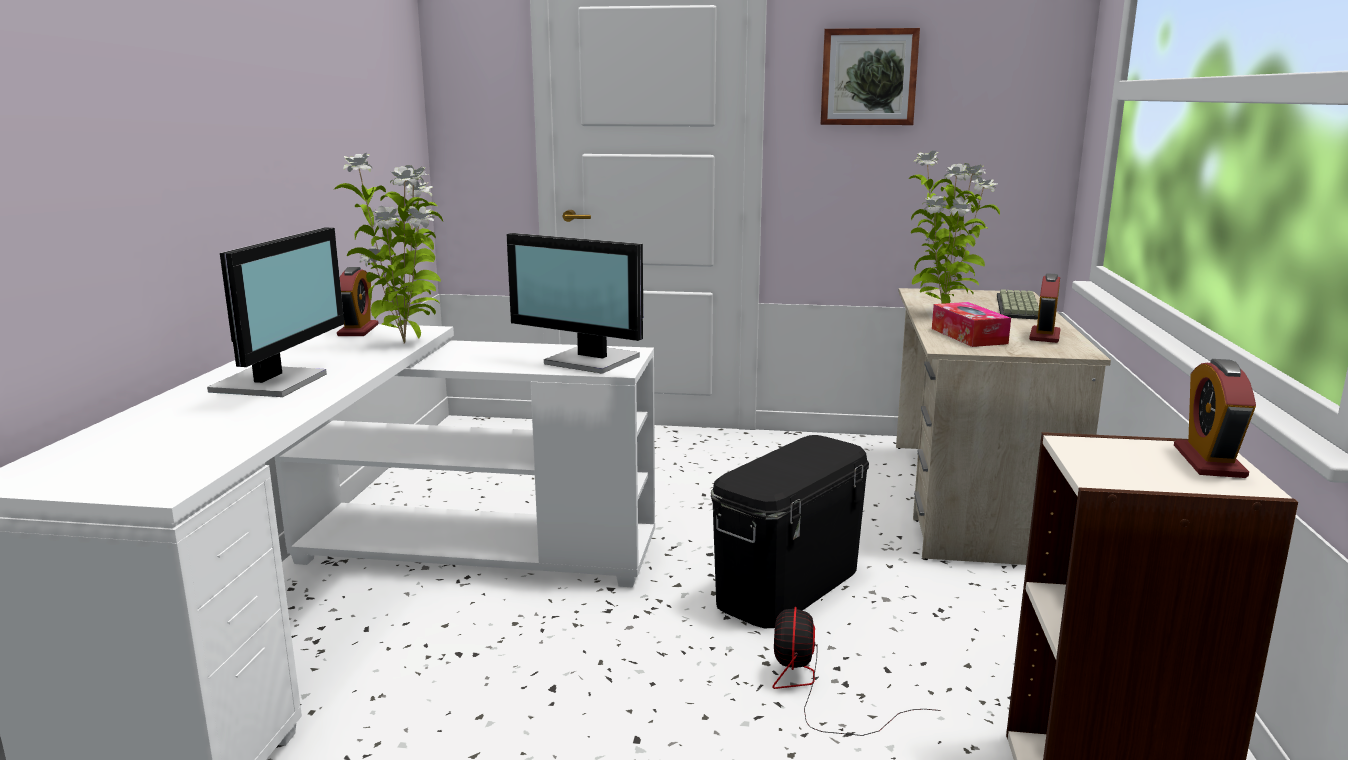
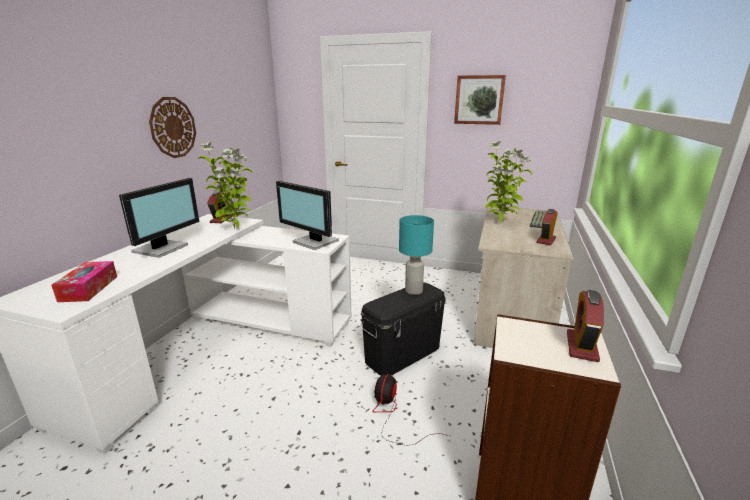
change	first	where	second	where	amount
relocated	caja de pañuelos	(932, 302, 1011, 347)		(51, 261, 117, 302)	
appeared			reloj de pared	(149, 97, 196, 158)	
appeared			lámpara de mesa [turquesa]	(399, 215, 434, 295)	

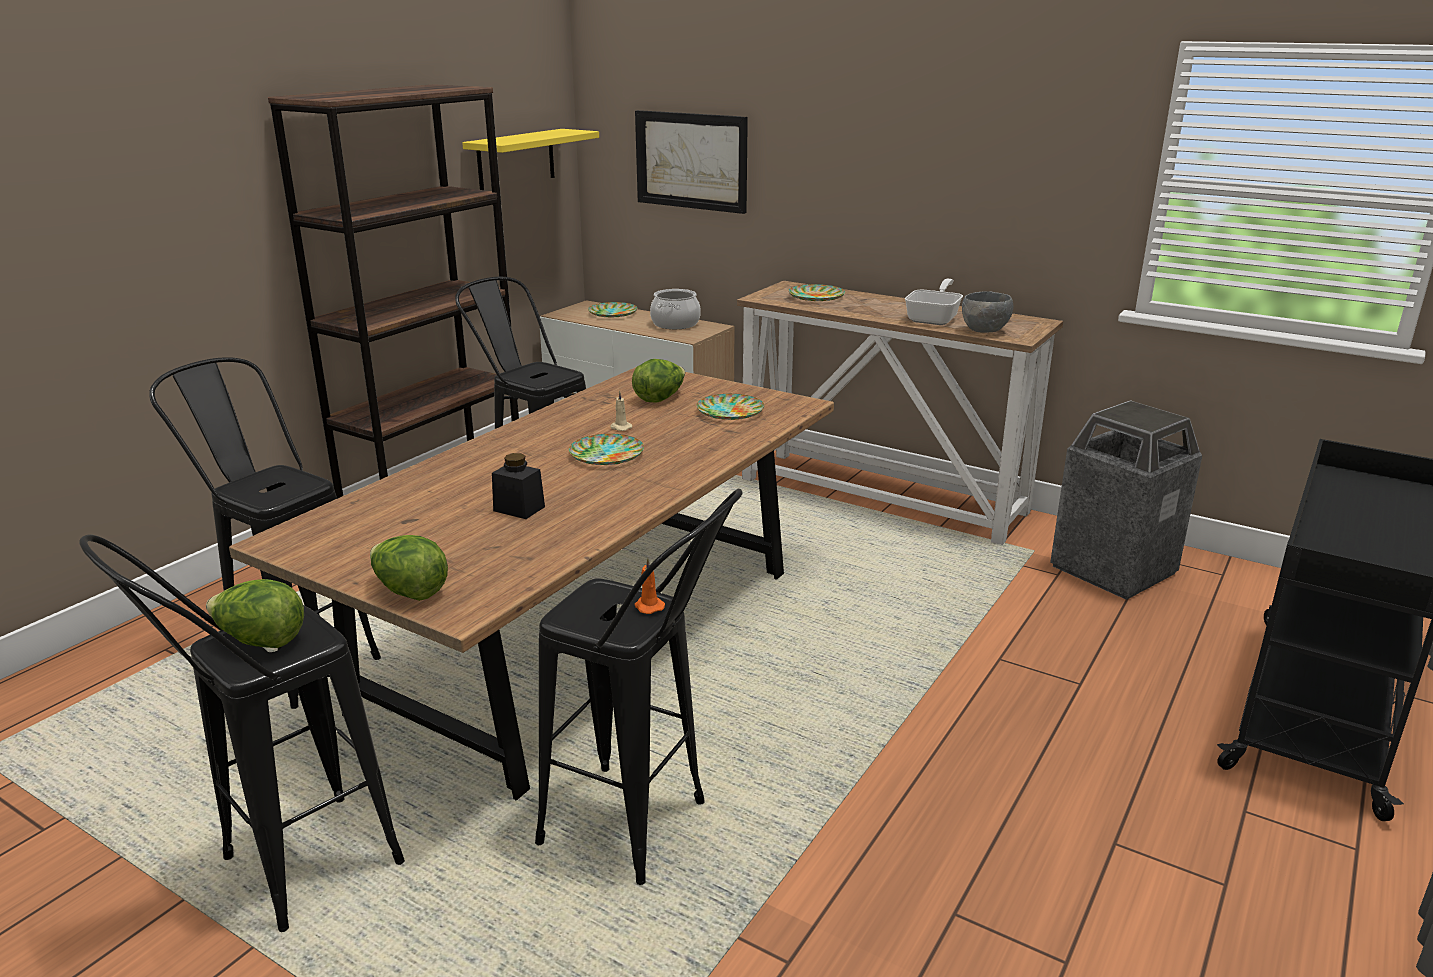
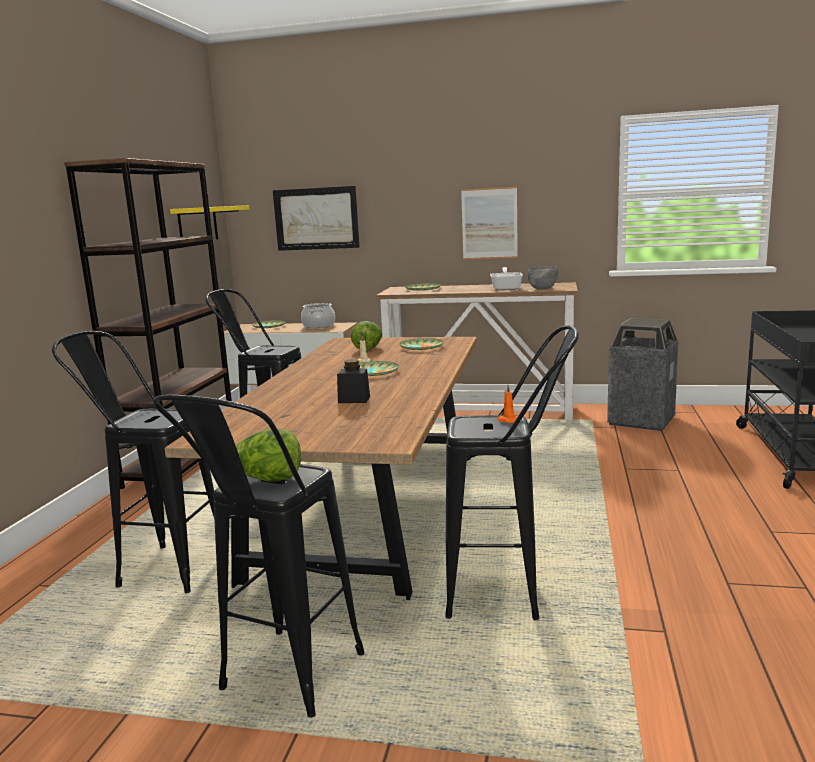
change	first	where	second	where	amount
missing	lechuga	(370, 535, 448, 601)			
appeared			cuadro	(461, 187, 518, 259)	

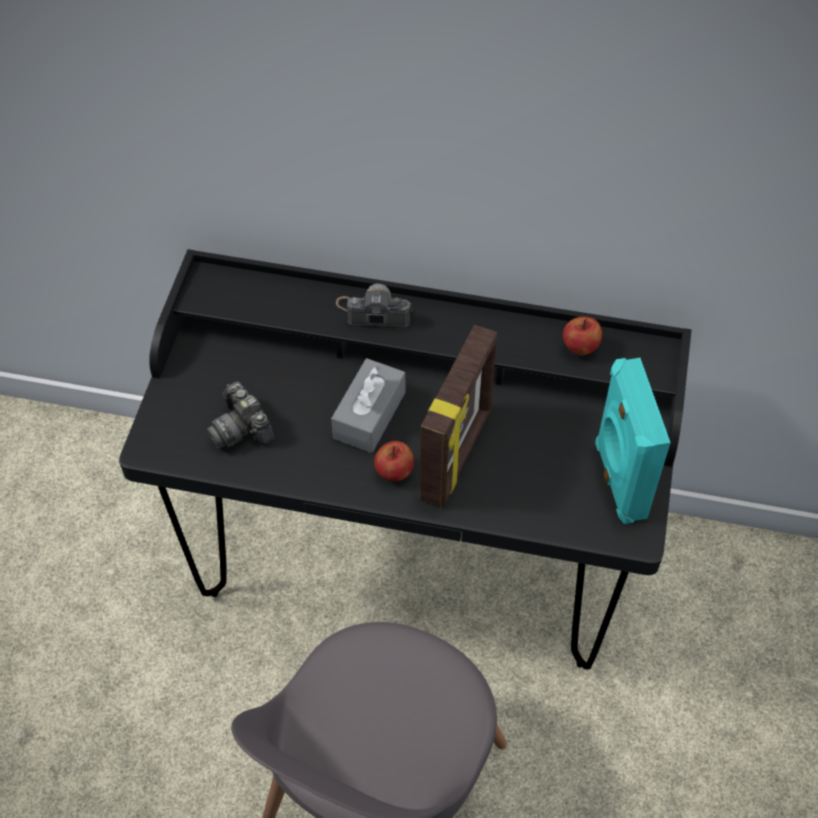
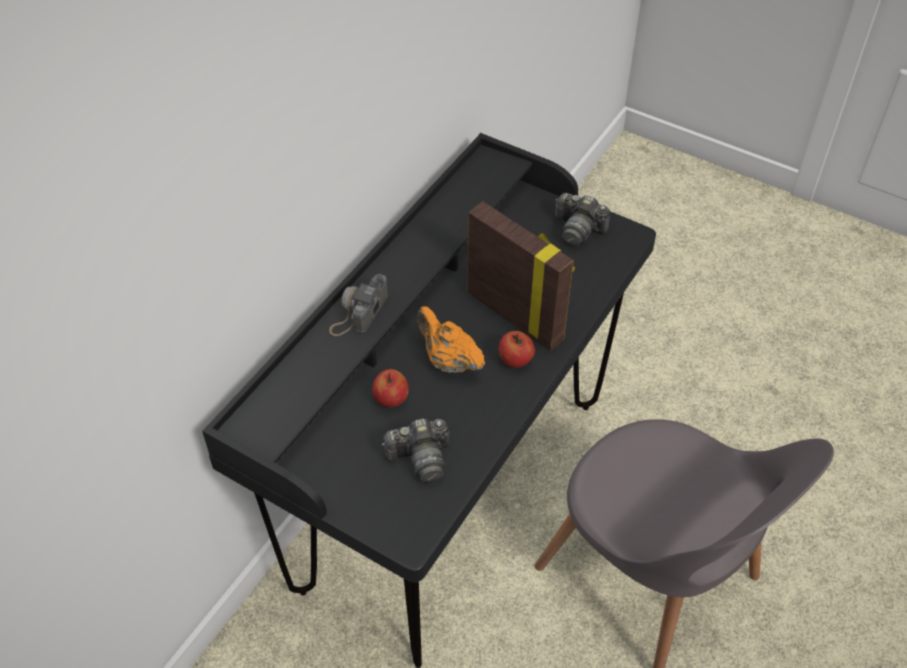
change	first	where	second	where	amount
relocated	manzana	(563, 316, 602, 355)		(372, 369, 409, 407)	
exchanged	caja de pañuelos [gris]	(331, 358, 405, 453)	tetera [naranja]	(417, 306, 485, 373)	
exchanged	altavoz [turquesa]	(595, 358, 671, 524)	cámara	(555, 193, 610, 247)	

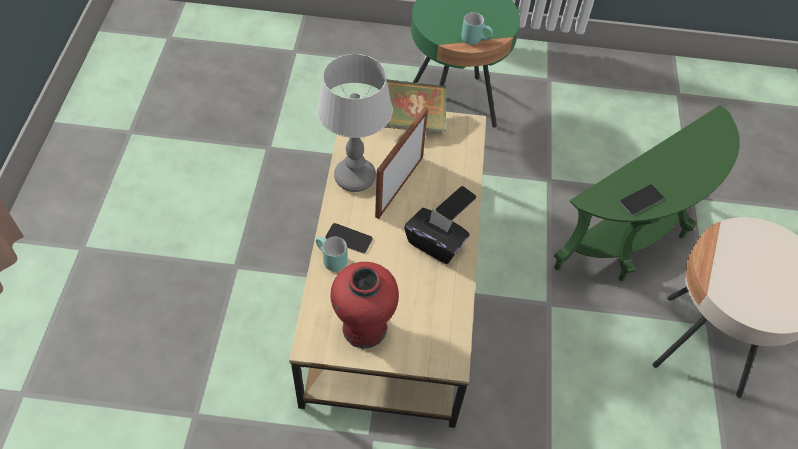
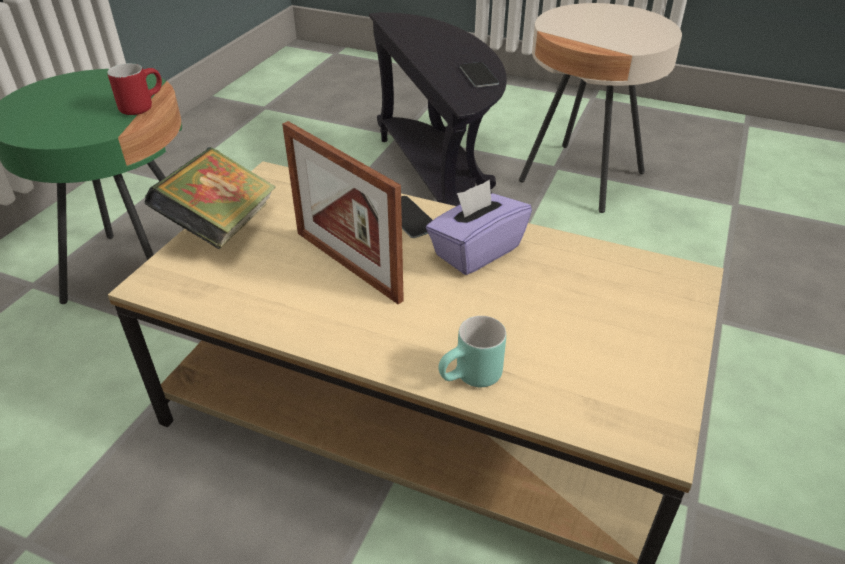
change	first	where	second	where	amount
colour	taza grande [turquesa]	(461, 12, 493, 44)	taza grande [rojo]	(107, 63, 162, 115)	
missing	lámpara de mesa	(317, 54, 393, 192)			
colour	mesa auxiliar [verde]	(554, 105, 740, 281)	mesa auxiliar [negro]	(369, 12, 507, 206)	
colour	caja de pañuelos [negro]	(404, 208, 469, 264)	caja de pañuelos [morado]	(426, 180, 532, 275)	
missing	móvil	(325, 223, 373, 253)			
missing	florero [rojo]	(330, 262, 399, 349)			

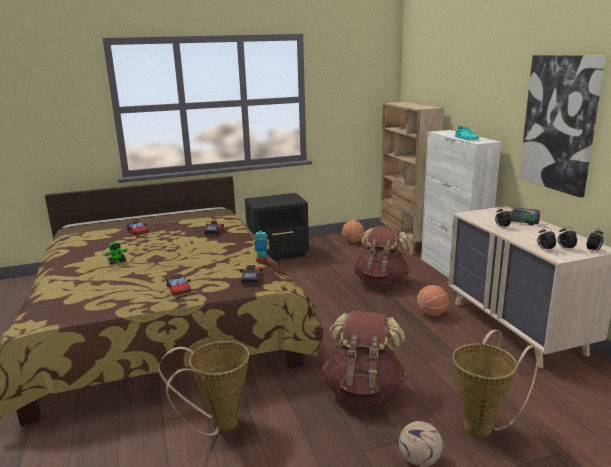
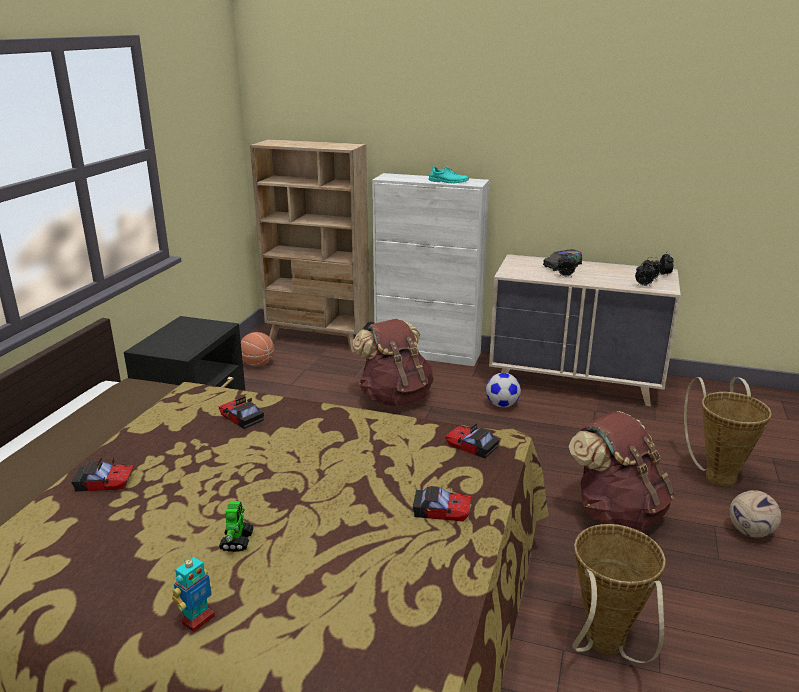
change	first	where	second	where	amount
missing	cuadro	(519, 55, 606, 197)			
relocated	robot de juguete	(253, 230, 269, 262)		(172, 554, 215, 632)	
exchanged	balón de baloncesto	(417, 285, 449, 316)	balón de fútbol	(486, 373, 521, 407)	

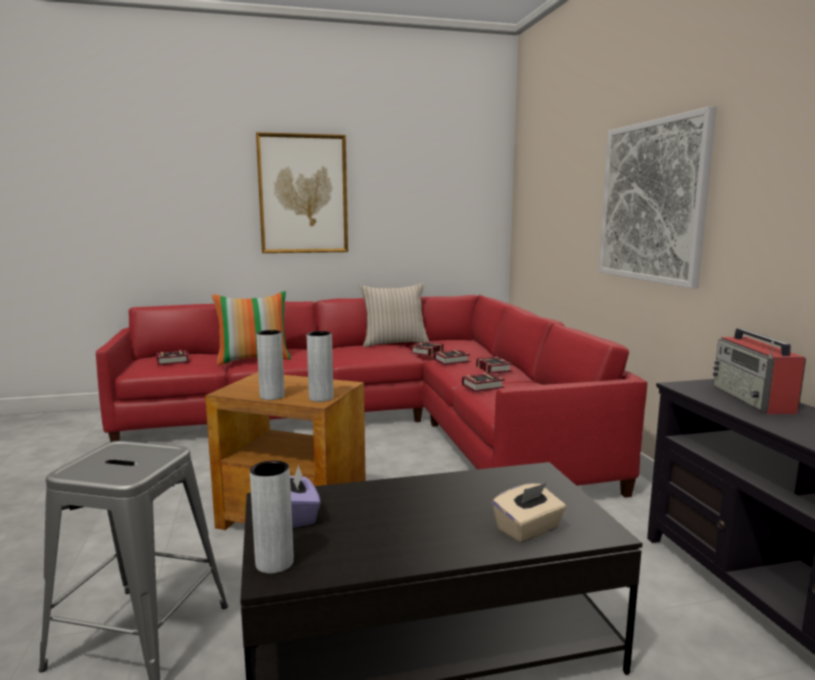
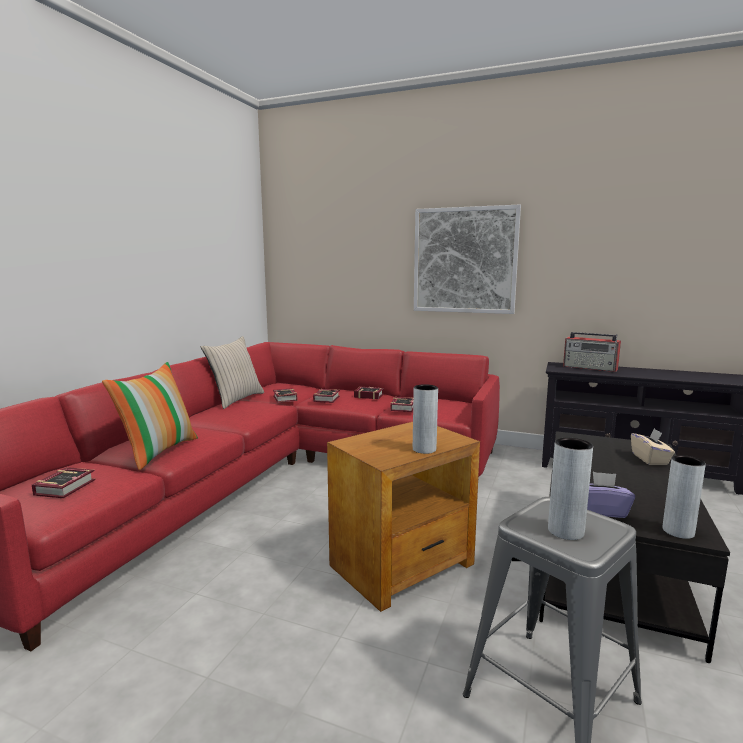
change	first	where	second	where	amount
missing	cuadro	(256, 132, 348, 253)			
relocated	florero [gris]	(307, 331, 334, 402)		(548, 438, 593, 540)	

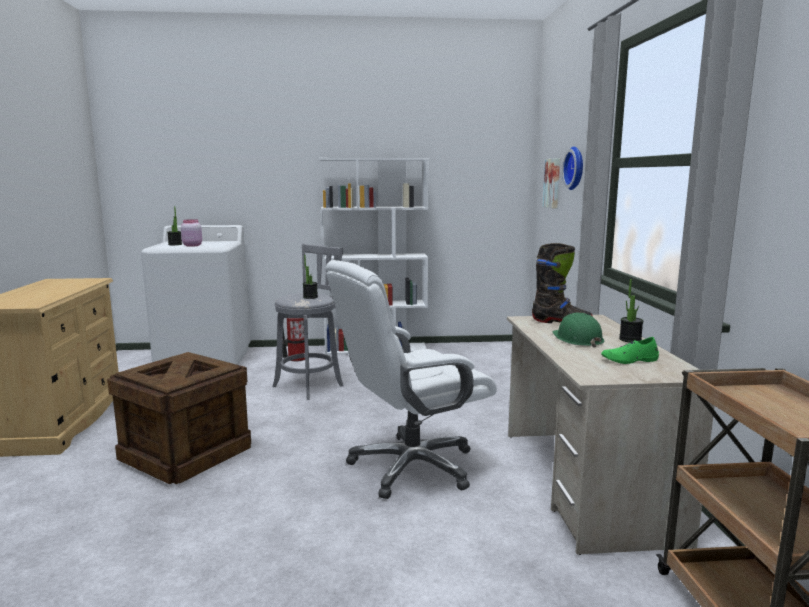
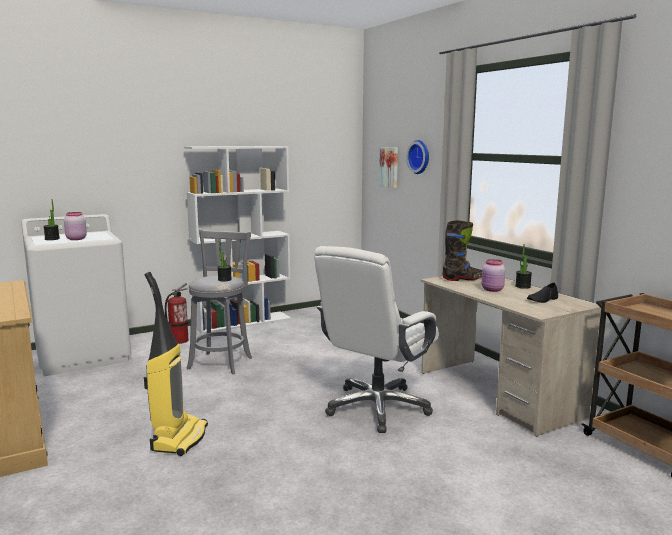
change	first	where	second	where	amount
exchanged	casco [verde]	(552, 312, 604, 348)	tarro [rosa]	(482, 259, 505, 292)	
colour	zapato [verde]	(601, 337, 659, 364)	zapato [negro]	(527, 283, 558, 303)	
exchanged	caja de embalaje	(107, 352, 251, 484)	aspiradora	(144, 272, 208, 456)	

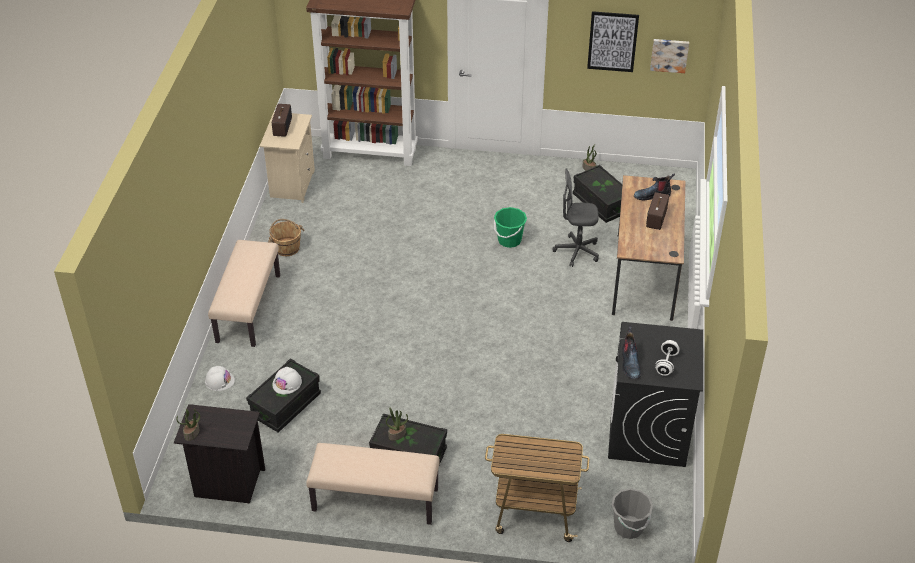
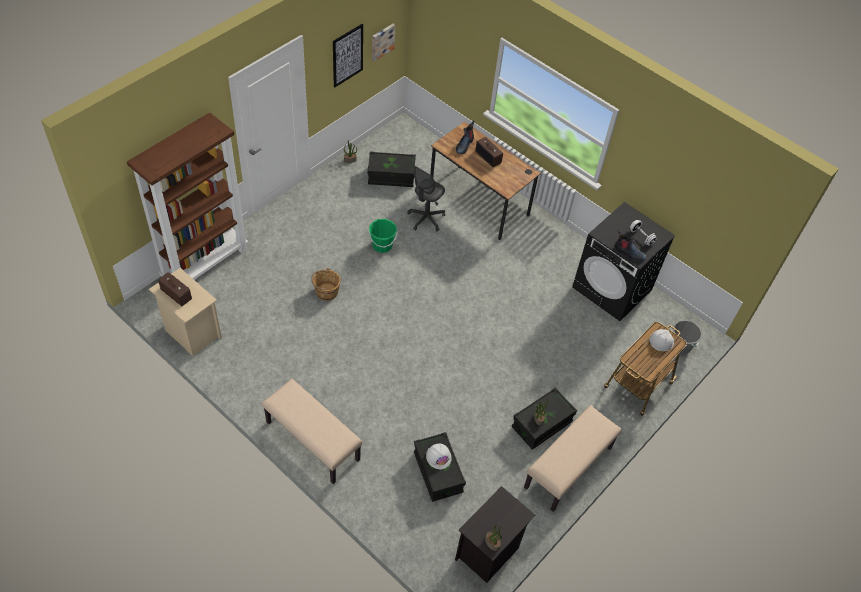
change	first	where	second	where	amount
relocated	cubo [marrón]	(268, 219, 304, 256)		(311, 268, 341, 301)	
relocated	casco [blanco]	(205, 366, 235, 391)		(650, 329, 674, 351)	

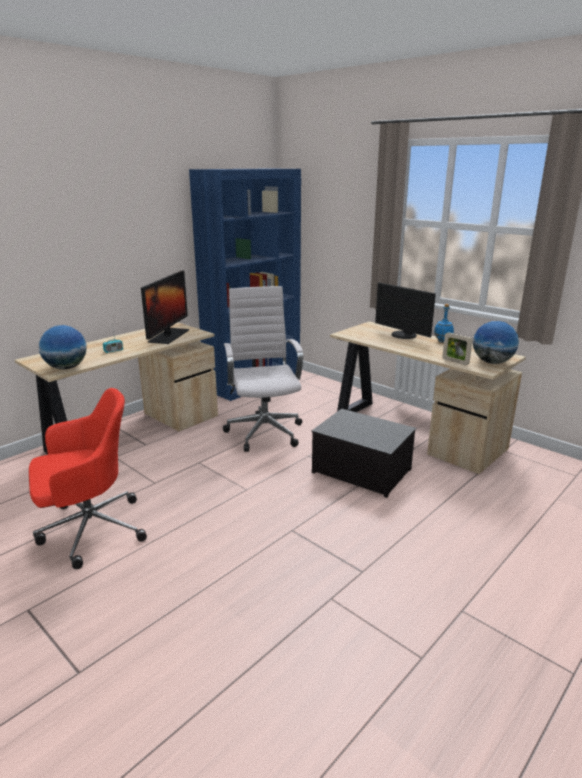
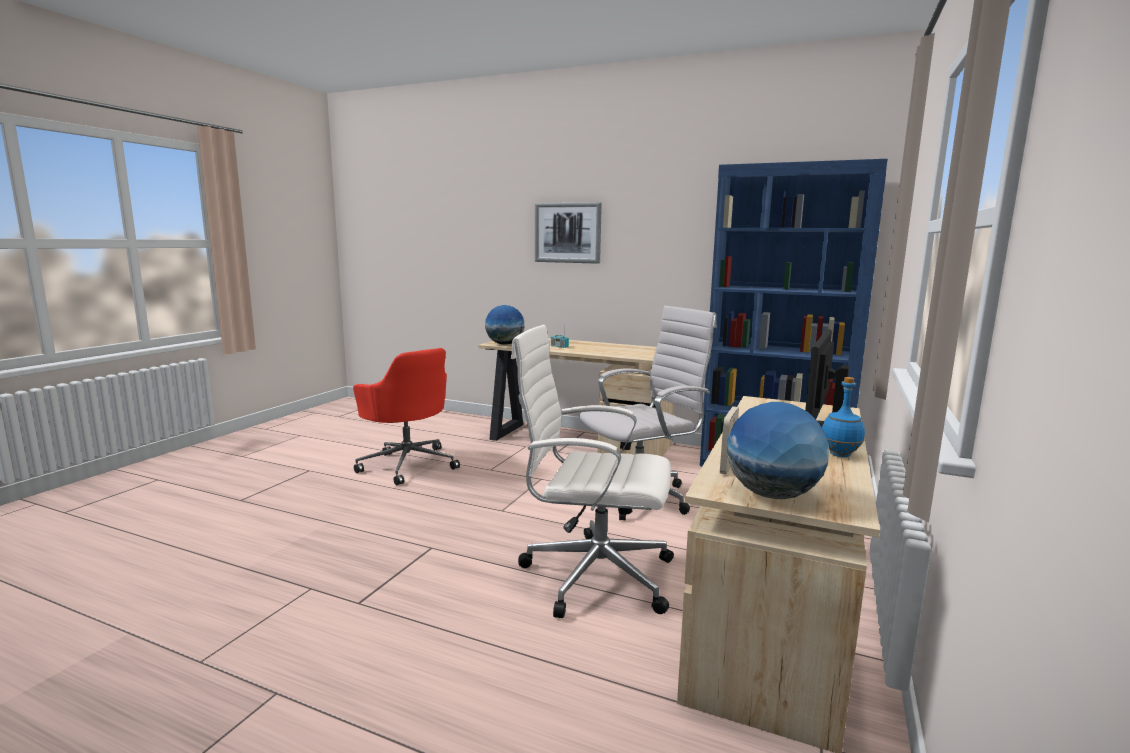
change	first	where	second	where	amount
missing	monitor	(141, 271, 189, 344)			
exchanged	caja de almacenaje	(312, 409, 416, 498)	silla de oficina [blanco]	(511, 325, 674, 618)	
appeared			cuadro	(535, 202, 602, 264)	

